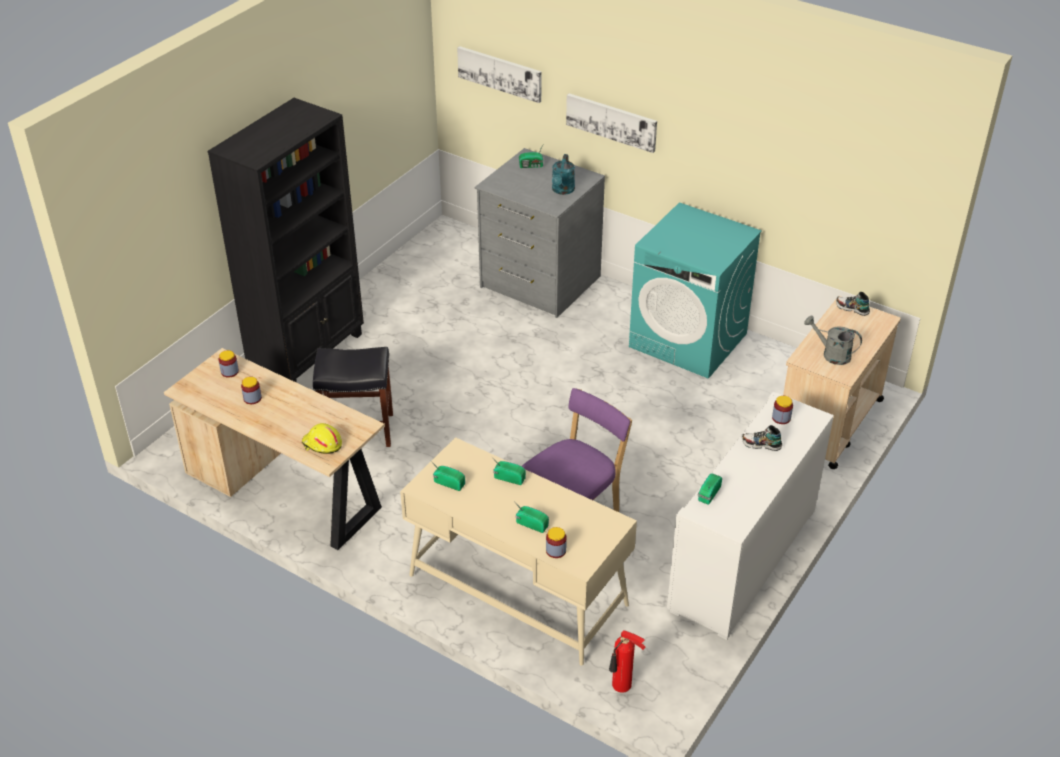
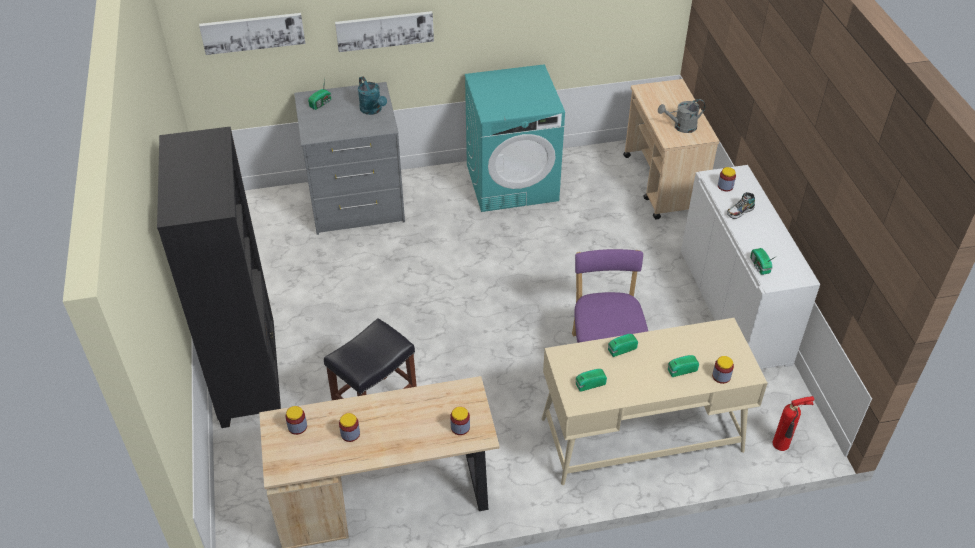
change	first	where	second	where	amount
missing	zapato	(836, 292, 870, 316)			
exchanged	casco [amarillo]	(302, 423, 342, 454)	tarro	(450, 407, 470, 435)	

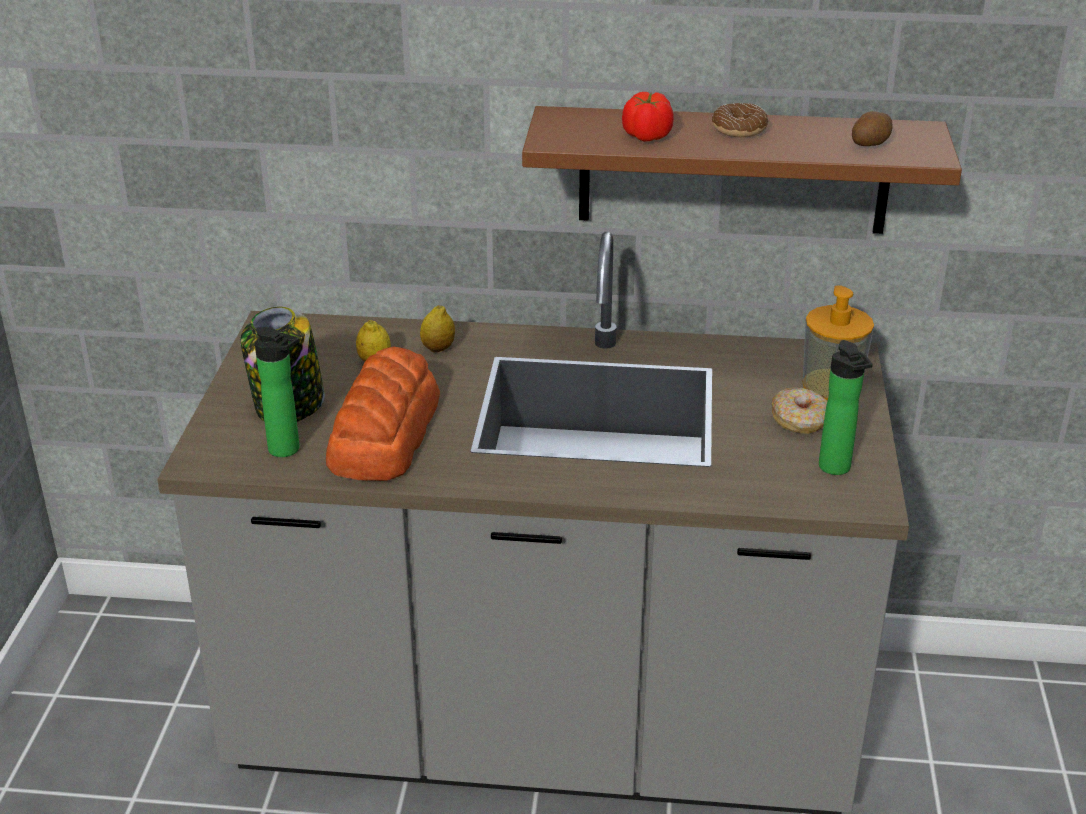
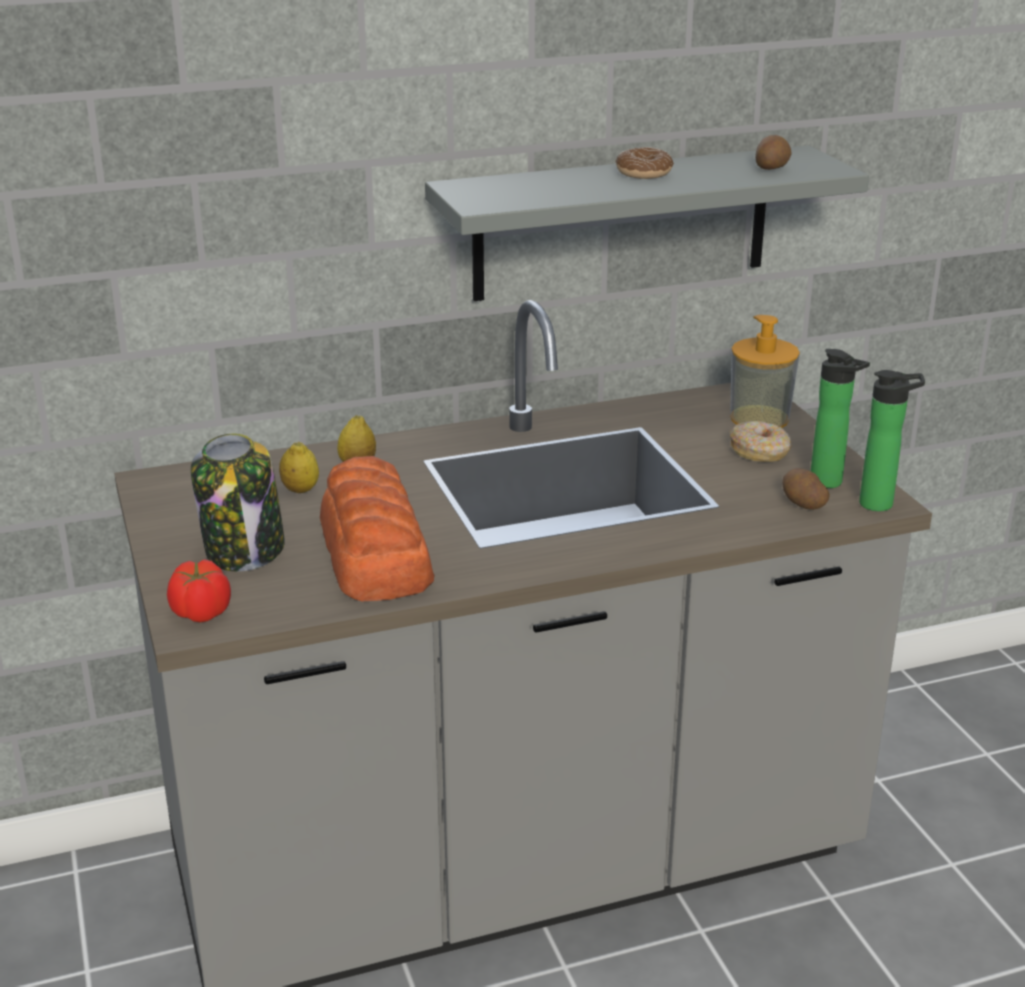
change	first	where	second	where	amount
relocated	tomate	(622, 92, 674, 142)		(167, 559, 231, 623)	
colour	estante [marrón]	(522, 106, 962, 234)	estante [gris]	(425, 145, 869, 301)	
relocated	botella	(255, 327, 300, 457)		(859, 370, 925, 511)	
appeared			patata	(782, 468, 830, 510)	

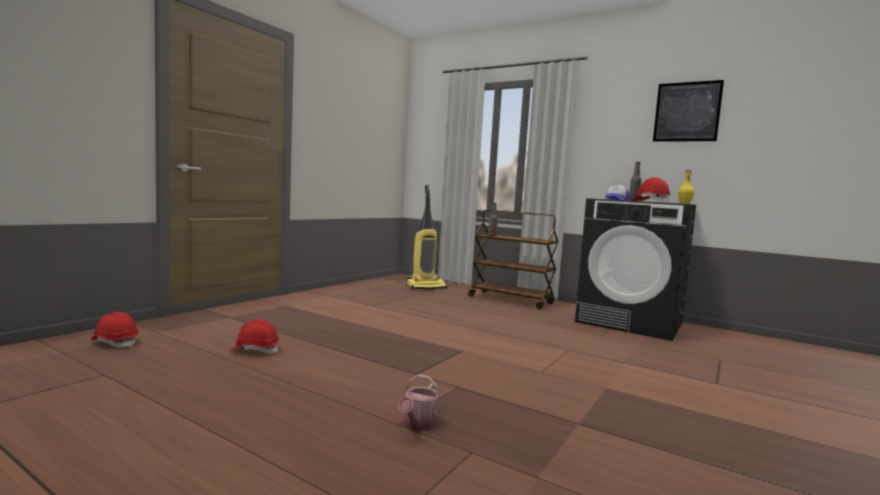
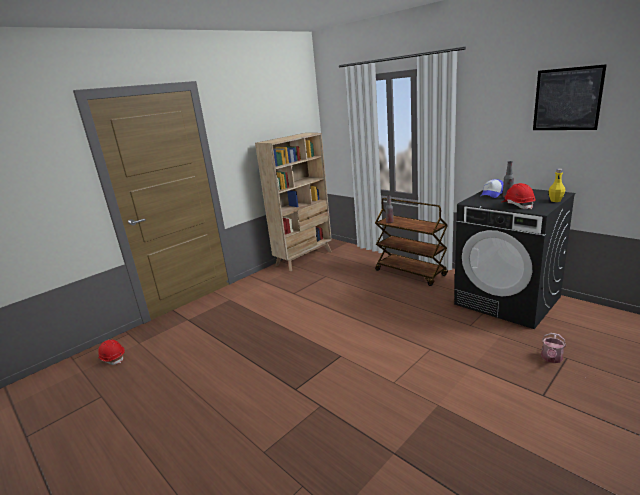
change	first	where	second	where	amount
missing	aspiradora	(406, 185, 447, 290)			
missing	casco [rojo]	(230, 319, 279, 354)			
relocated	regadera	(398, 374, 440, 431)		(541, 333, 566, 363)	
appeared			estantería [beis]	(255, 133, 332, 271)	

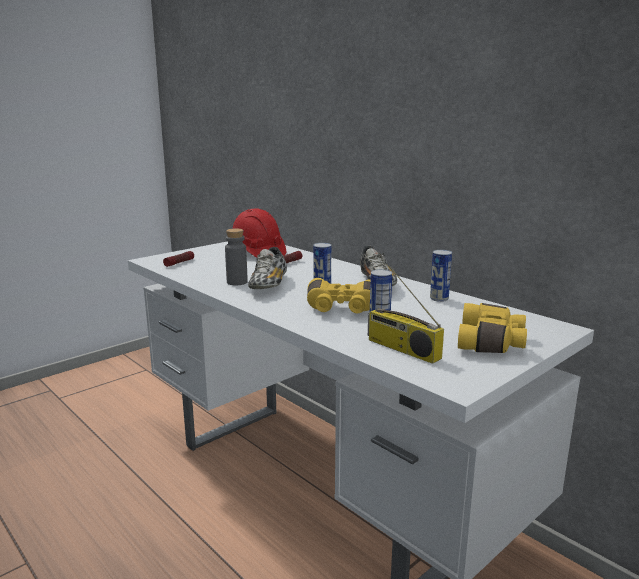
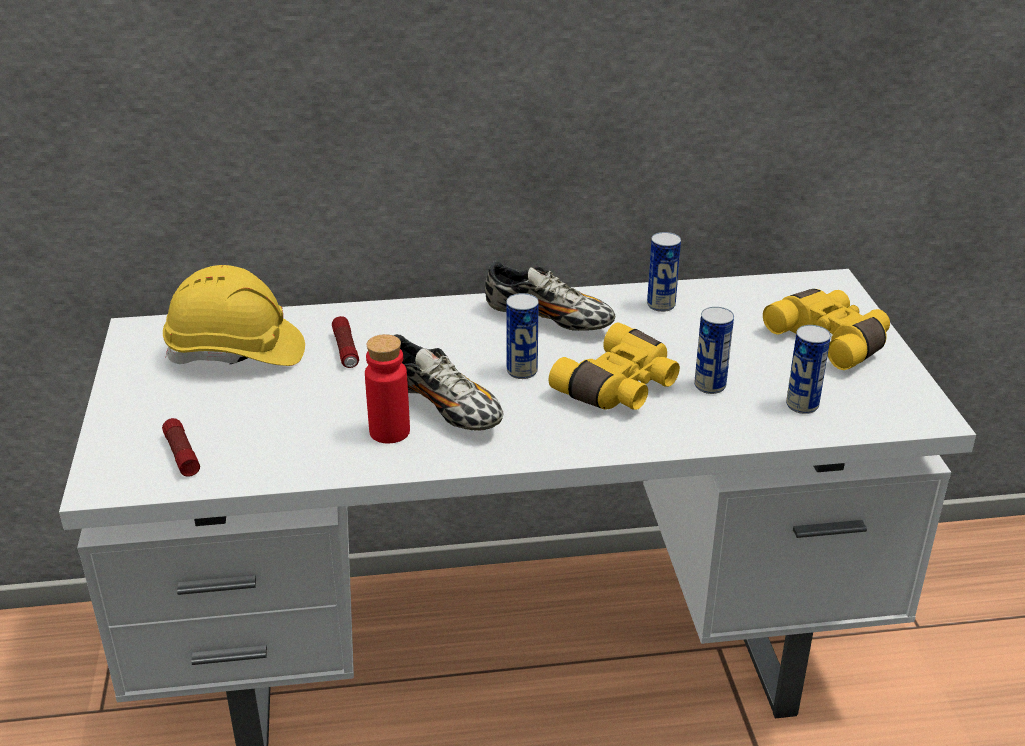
change	first	where	second	where	amount
colour	casco [rojo]	(232, 209, 286, 257)	casco [amarillo]	(163, 265, 305, 366)	
colour	botella [gris]	(225, 228, 248, 285)	botella [rojo]	(365, 334, 410, 444)	
exchanged	radio	(368, 265, 444, 364)	lata	(786, 325, 831, 414)	

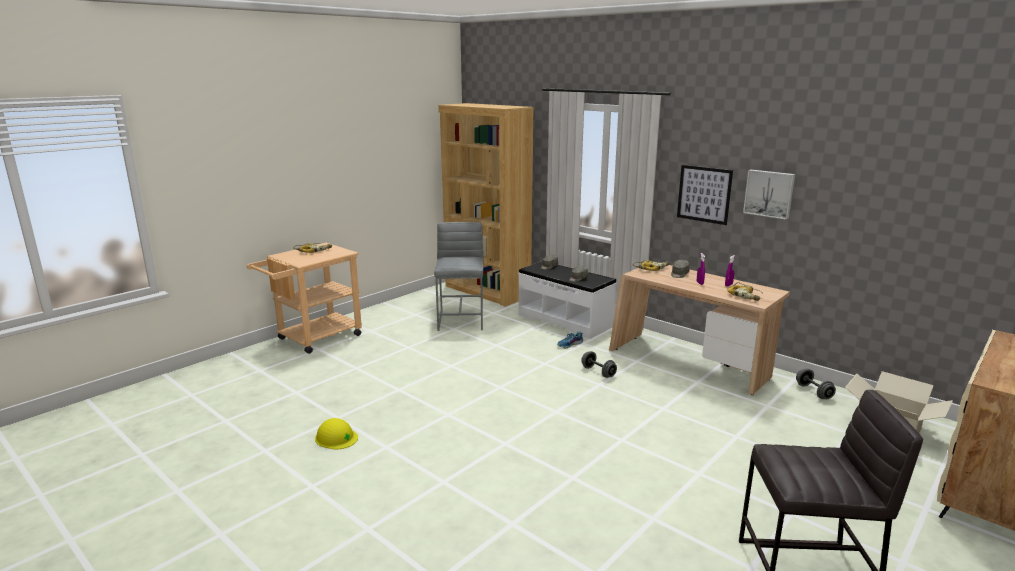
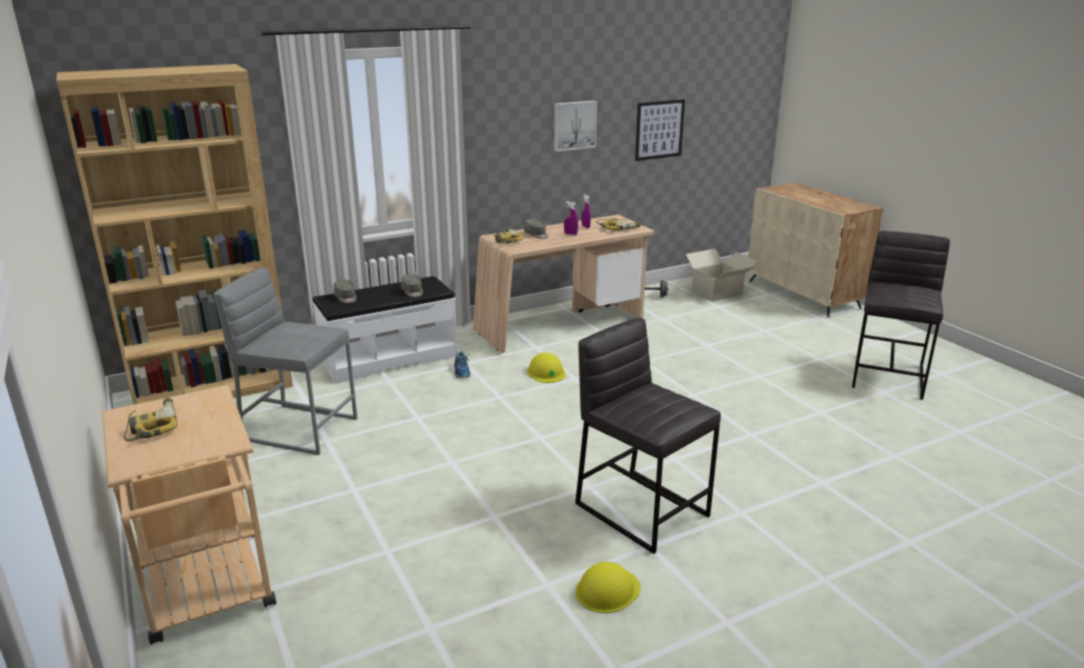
change	first	where	second	where	amount
relocated	cuadro	(677, 165, 733, 225)		(635, 99, 685, 161)	
exchanged	mancuerna [gris]	(581, 351, 617, 378)	casco [amarillo]	(527, 353, 566, 383)	
appeared			taburete [gris]	(575, 318, 721, 554)	

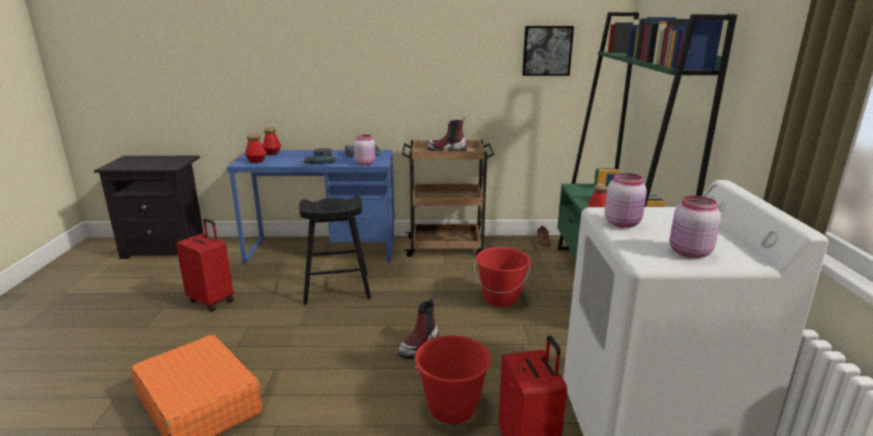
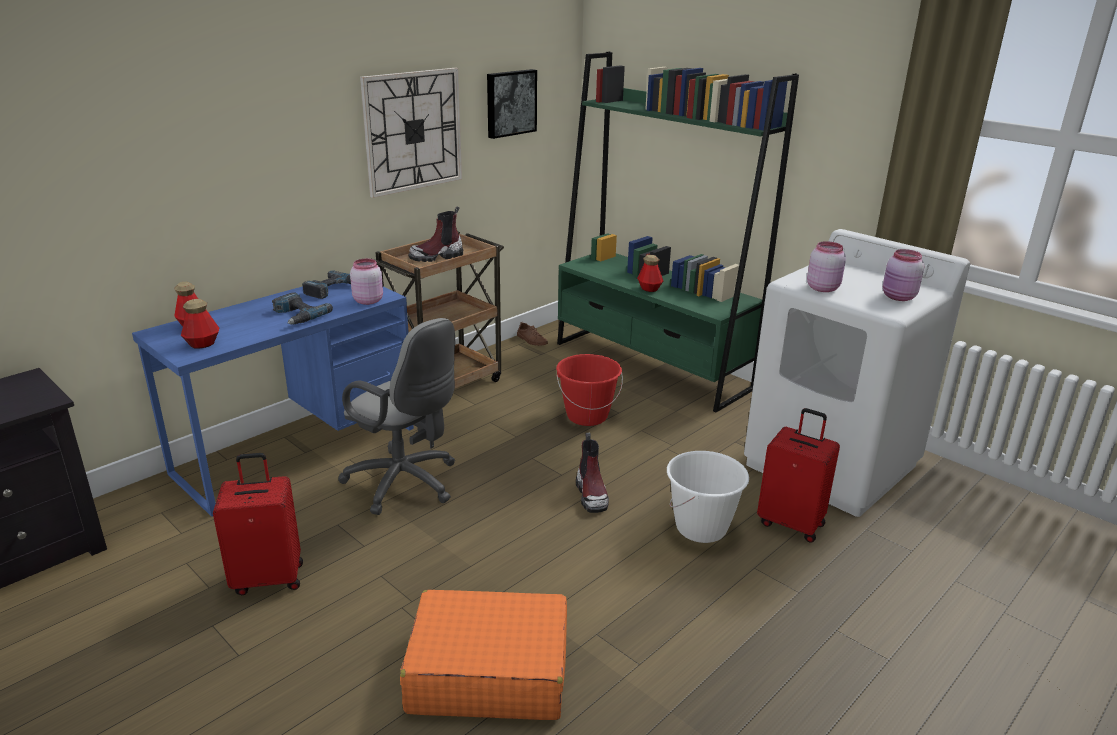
change	first	where	second	where	amount
exchanged	taburete [negro]	(299, 196, 371, 305)	silla de oficina [gris]	(338, 318, 455, 515)	
colour	cubo [rojo]	(413, 335, 491, 424)	cubo [blanco]	(667, 451, 749, 543)	
appeared			reloj de pared	(360, 68, 462, 198)	

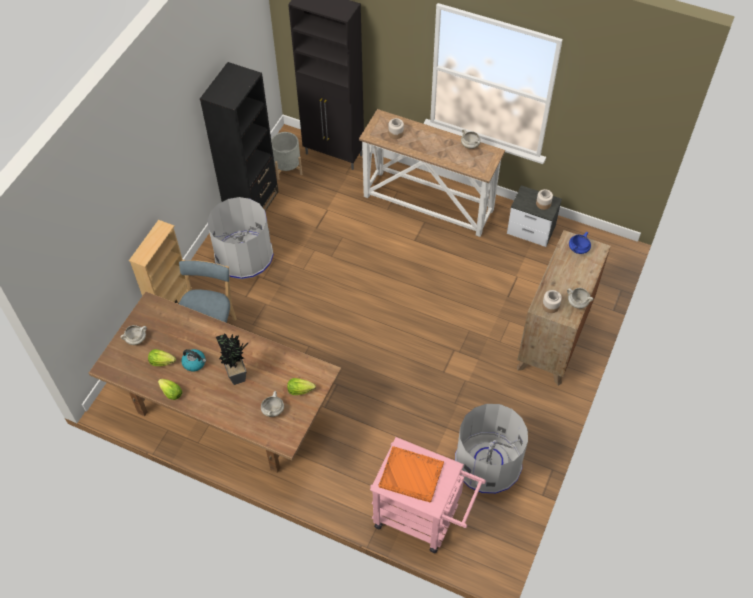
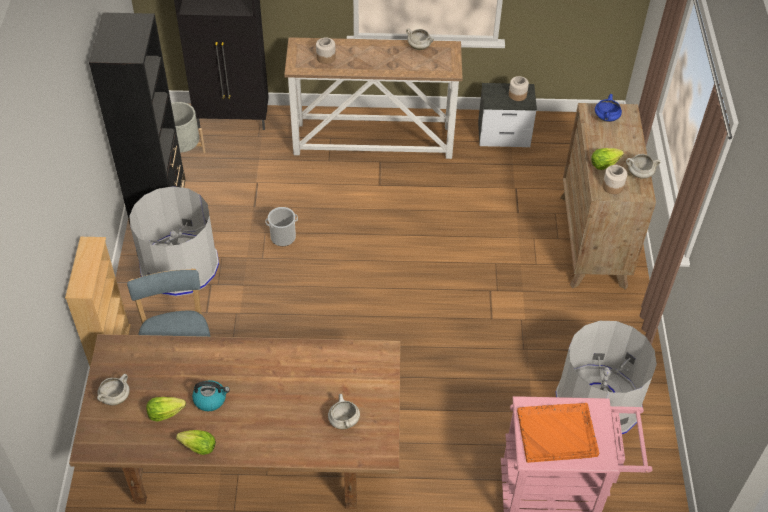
change	first	where	second	where	amount
missing	planta en maceta	(216, 333, 248, 385)			
relocated	lechuga	(287, 378, 316, 395)		(591, 148, 624, 170)	
appeared			cubo	(265, 207, 298, 246)	

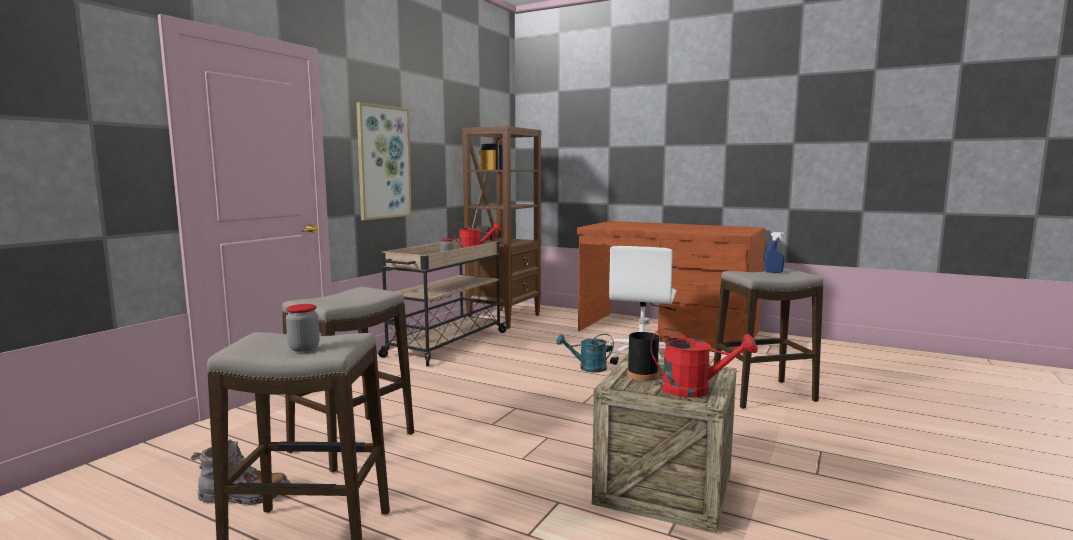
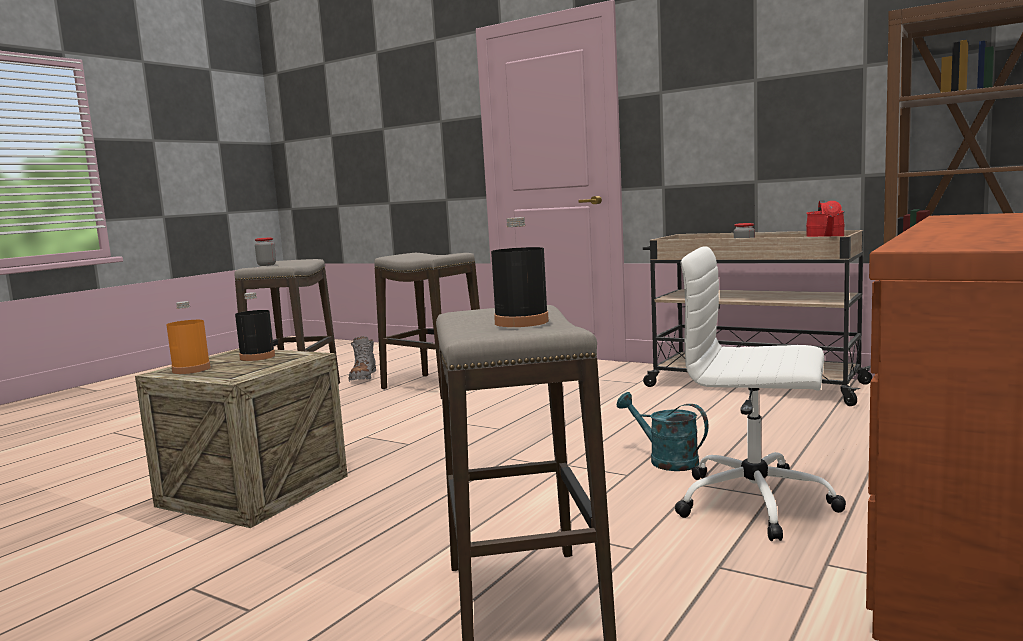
change	first	where	second	where	amount
missing	cuadro	(356, 102, 412, 220)			
exchanged	pulverizador [azul]	(765, 232, 785, 273)	botella [negro]	(491, 217, 549, 327)	
exchanged	regadera [rojo]	(651, 328, 758, 398)	botella [naranja]	(167, 301, 211, 374)	
spun	regadera [turquesa]	(556, 334, 614, 373)		(616, 392, 709, 471)	45 degrees counterclockwise

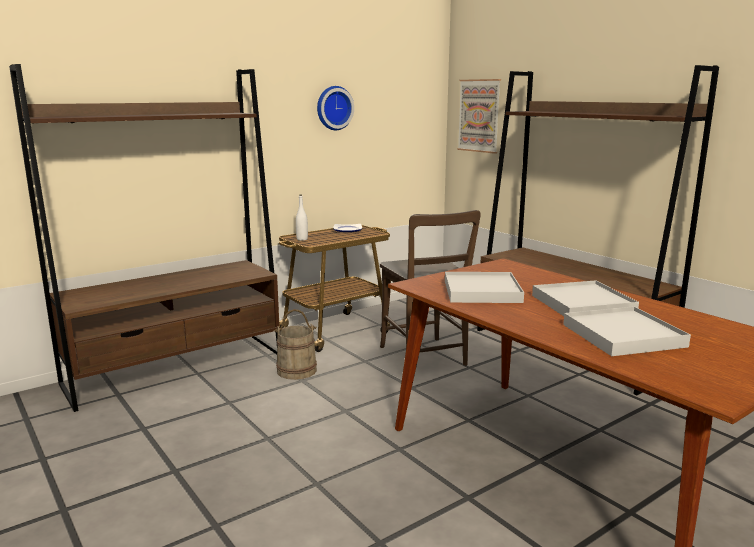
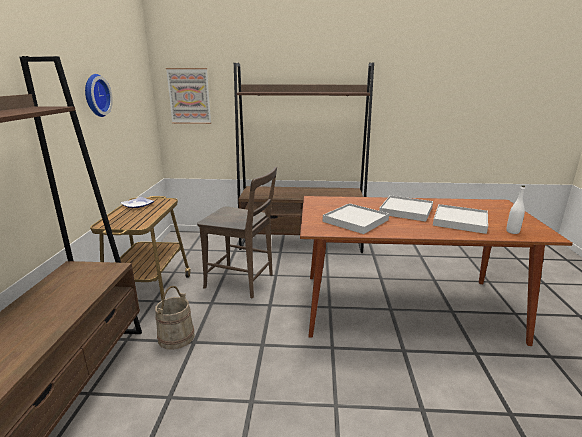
change	first	where	second	where	amount
relocated	botella [blanco]	(296, 194, 308, 241)		(506, 186, 525, 234)	

